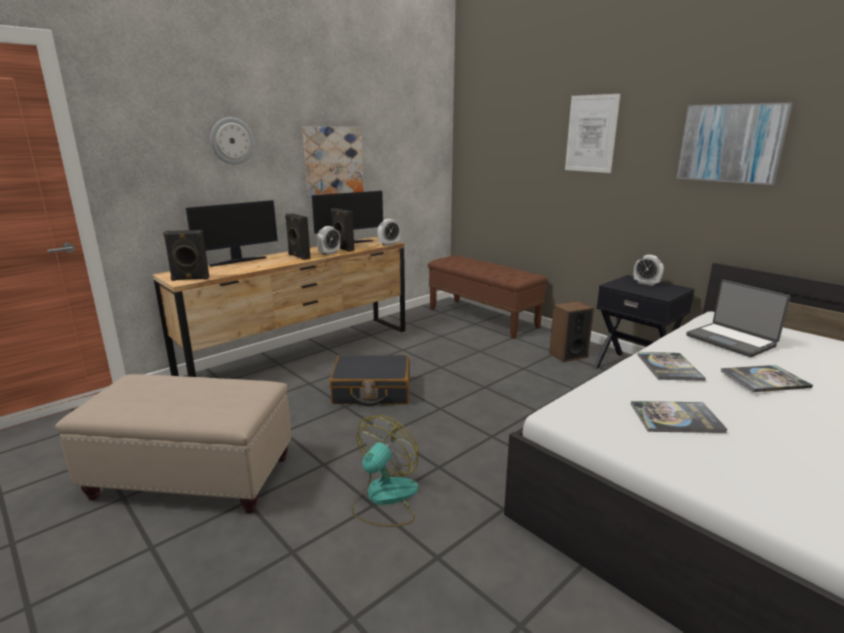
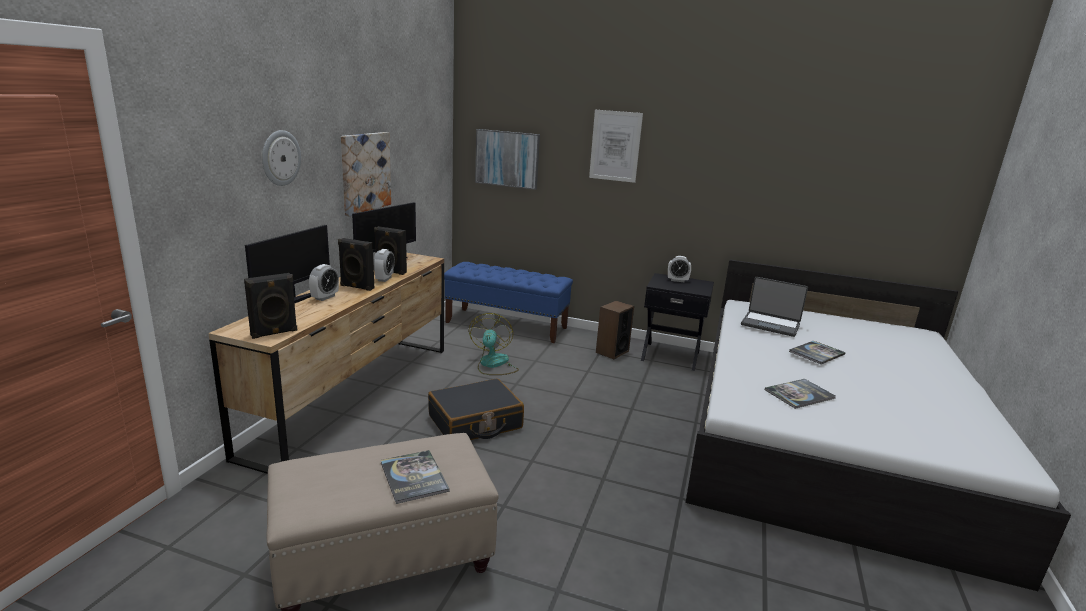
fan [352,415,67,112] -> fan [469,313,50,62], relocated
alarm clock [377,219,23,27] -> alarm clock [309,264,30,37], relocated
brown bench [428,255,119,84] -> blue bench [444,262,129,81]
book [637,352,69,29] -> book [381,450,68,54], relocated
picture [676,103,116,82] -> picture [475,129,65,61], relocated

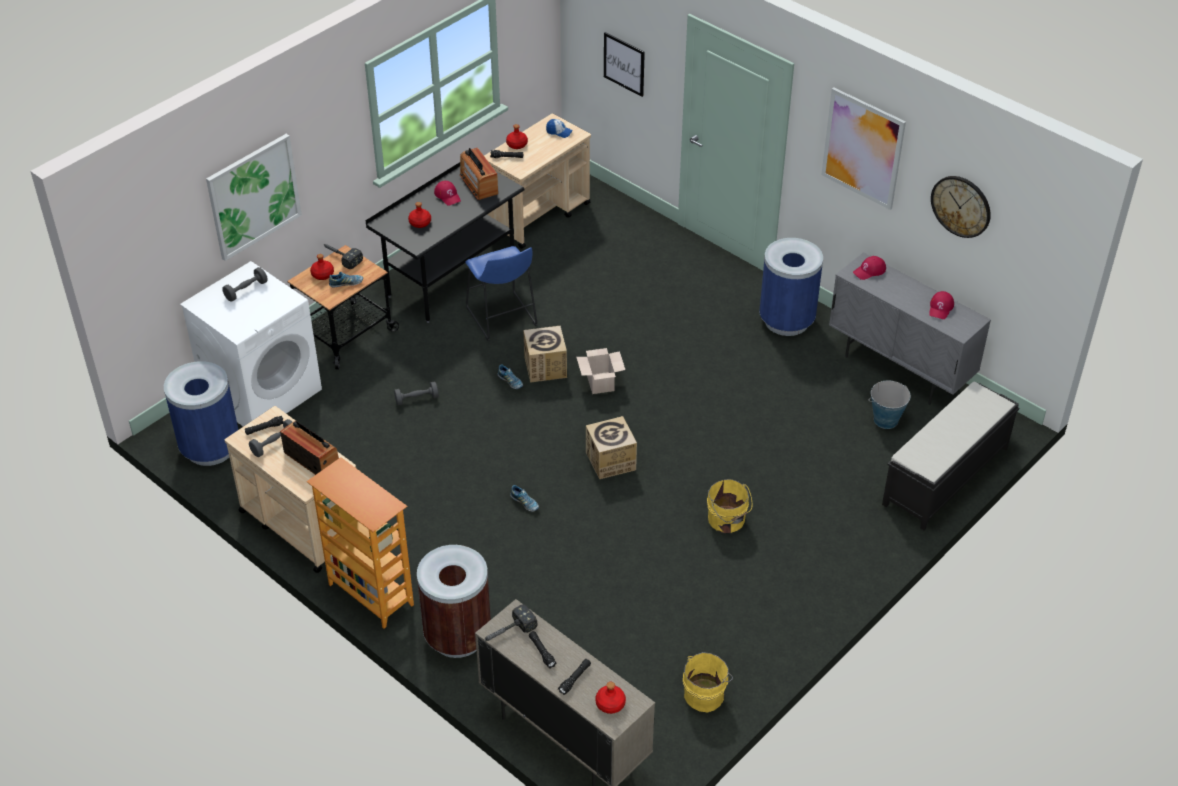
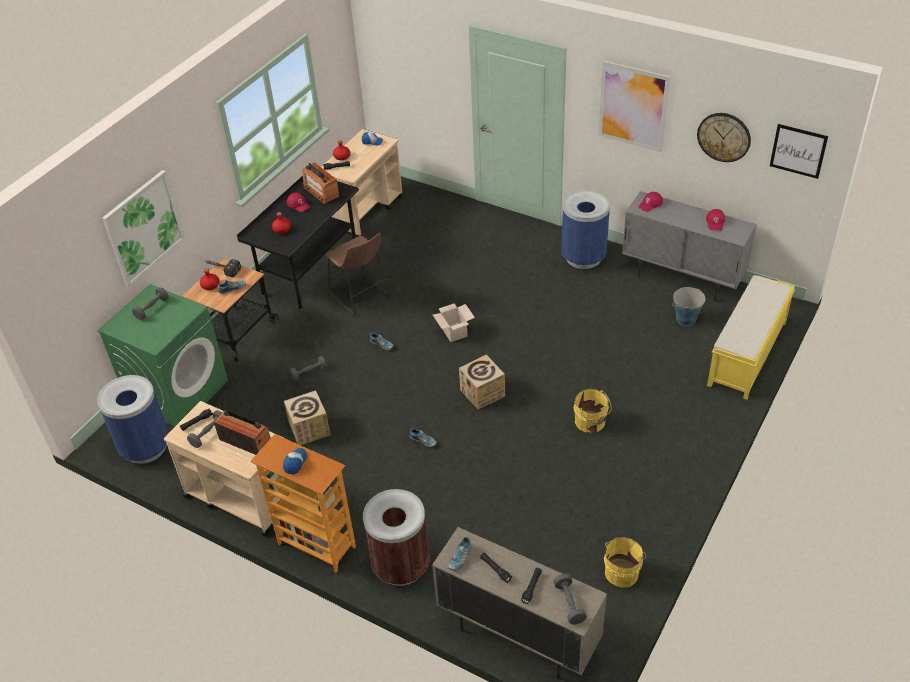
white washing machine [180,261,142,165] -> green washing machine [97,284,131,142]
blue stool [465,246,73,95] -> brown stool [325,233,65,83]
hammer [483,605,54,37] -> shoe [448,537,24,34]
cardboard box [523,326,44,57] -> cardboard box [284,390,46,55], relocated
red bottle [595,682,31,32] -> grey dumbbell [553,574,34,51]
picture [604,32,41,65] -> picture [770,124,58,55], relocated
black bench [882,382,137,149] -> yellow bench [707,275,88,125]
none -> cap [283,448,24,27]

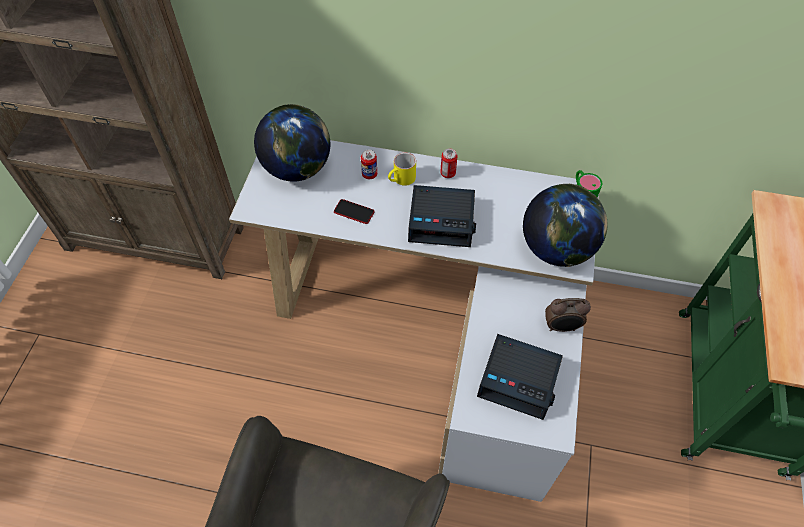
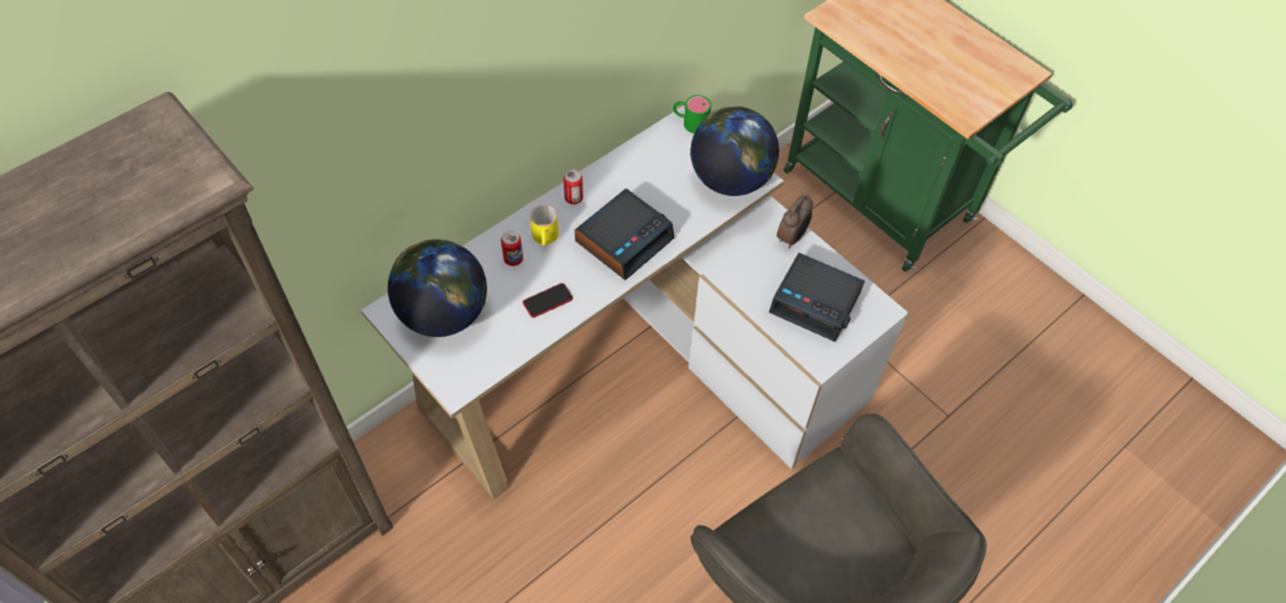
alarm clock [477,334,86,86] -> alarm clock [769,253,96,89], 60 degrees clockwise

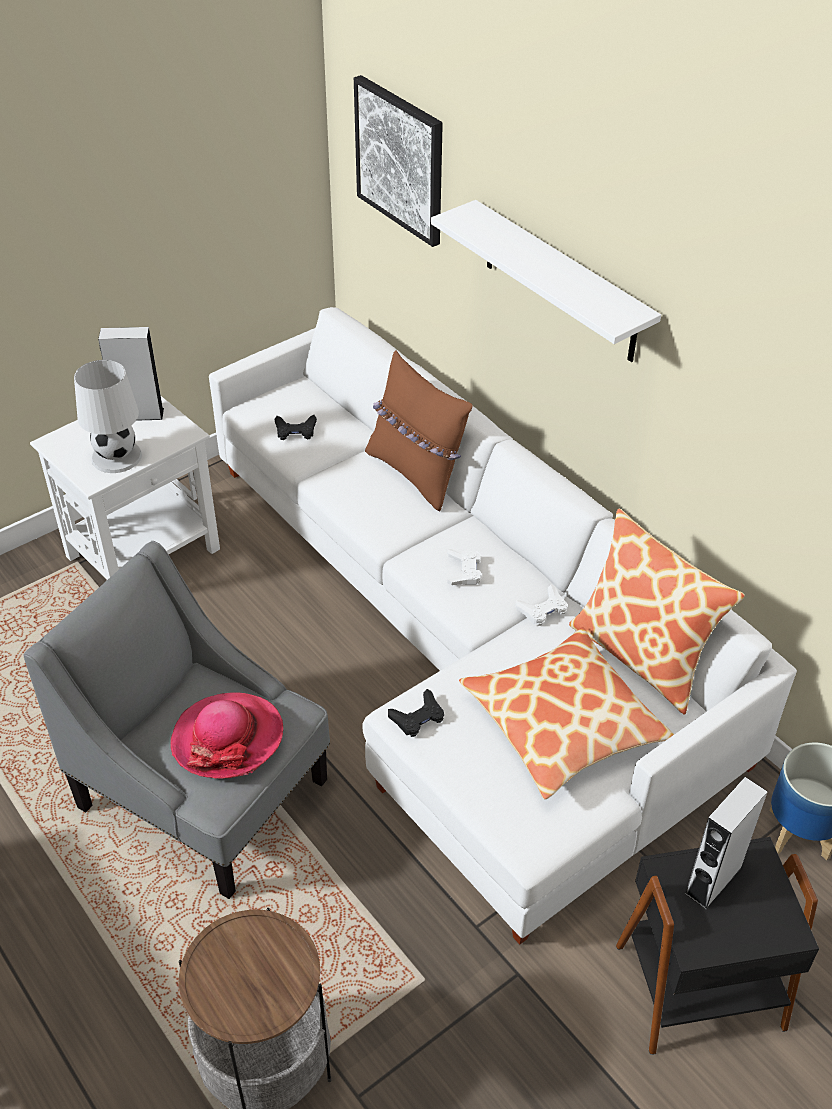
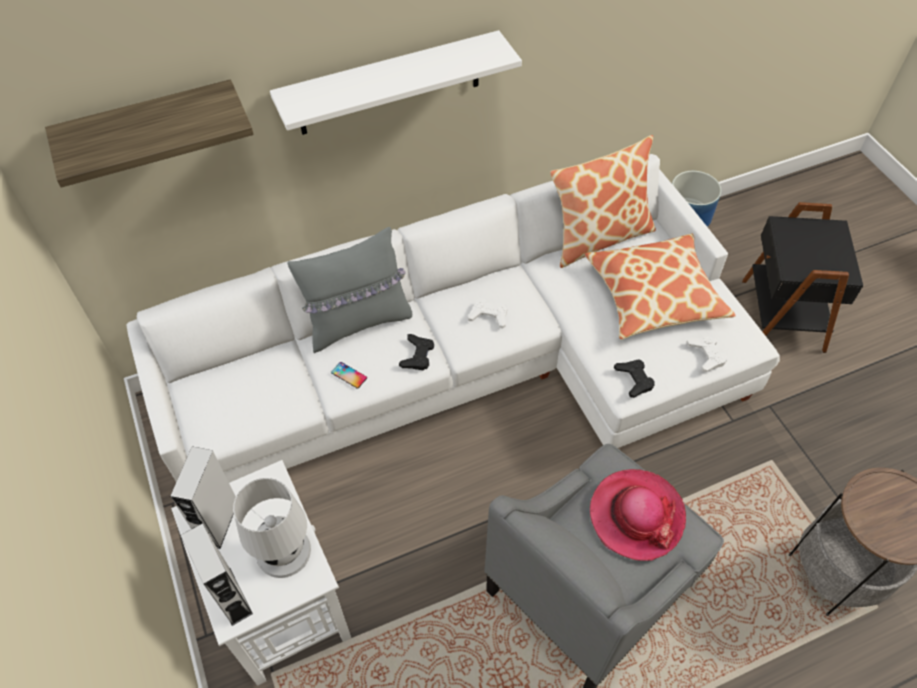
black game controller [275,415,42,25] -> black game controller [399,334,35,36], relocated
picture [354,75,89,172] -> shelf [45,79,209,109]
brown pillow [365,350,108,161] -> grey pillow [288,227,124,126]
white game controller [516,584,52,42] -> white game controller [686,336,41,36], relocated
grey speaker [685,777,83,133] -> grey speaker [181,523,72,103], relocated
none -> phone [331,362,36,27]

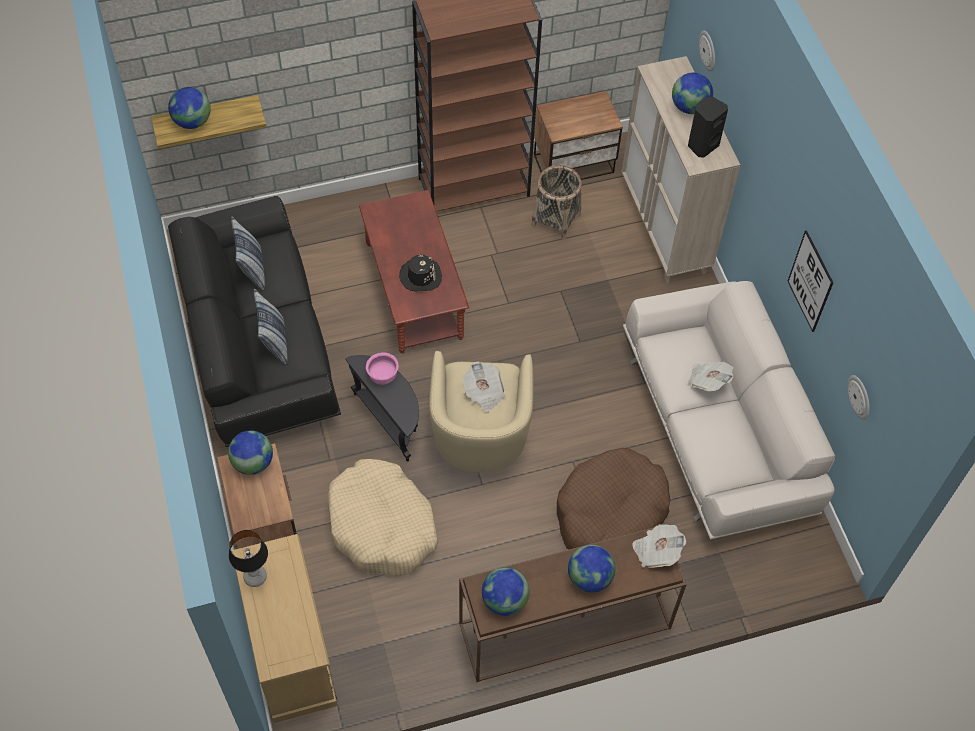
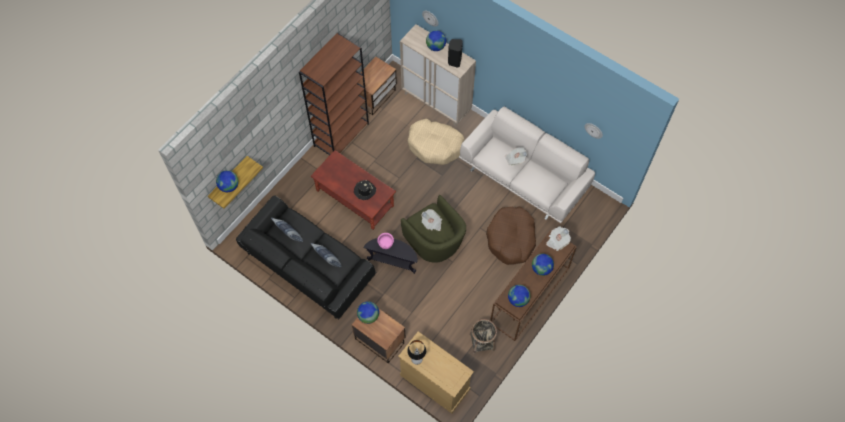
beige dog bed [328,459,110,117] -> beige dog bed [408,119,56,46], relocated
beige armchair [429,351,105,121] -> green armchair [401,195,65,68]
basket [531,165,50,74] -> basket [470,319,27,35], relocated
picture [787,230,46,102] -> none

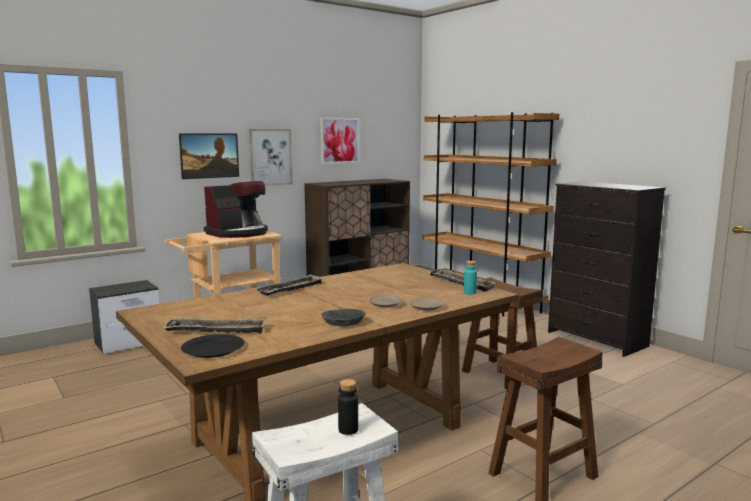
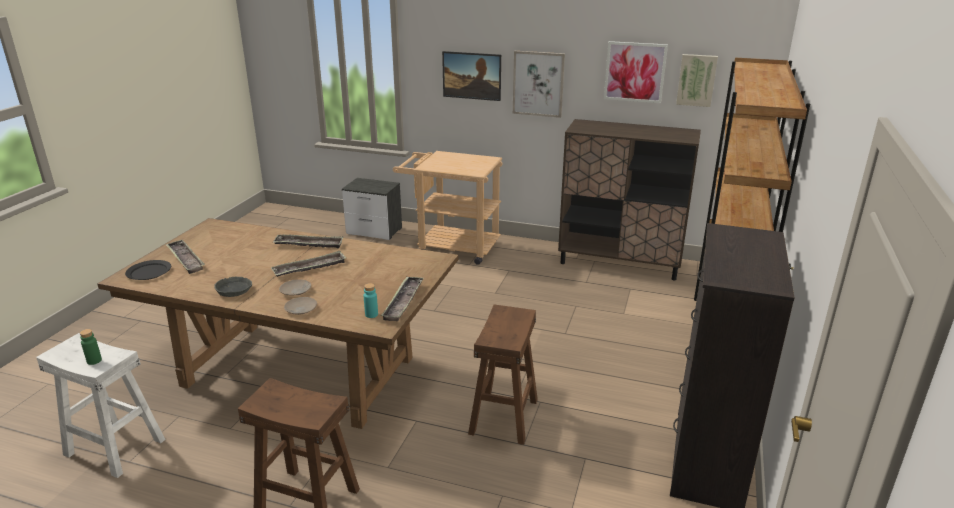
coffee machine [204,181,64,57] -> none
black bottle [338,379,20,56] -> green bottle [80,329,22,36]
none -> tray [271,251,75,26]
none -> picture [676,54,42,53]

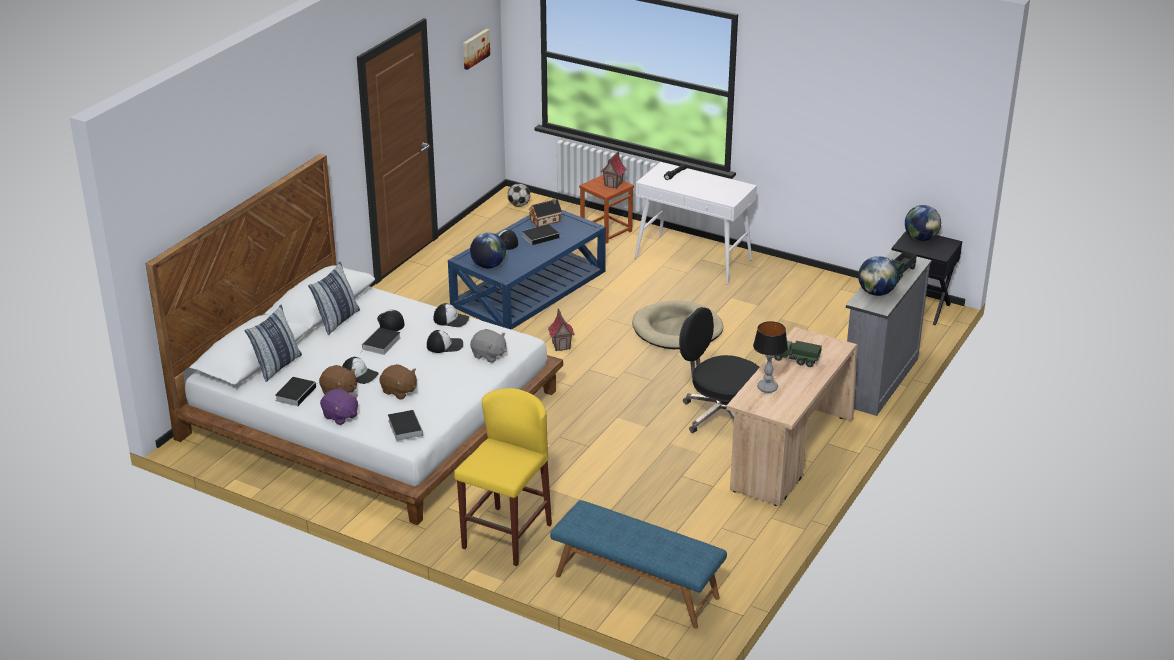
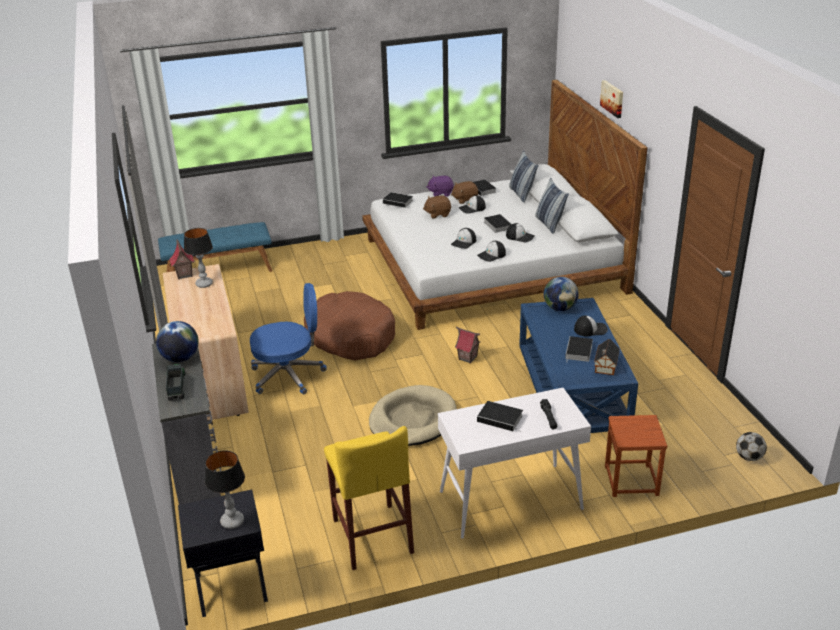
yellow stool [454,388,98,178] -> yellow stool [324,426,90,144], relocated
picture [463,29,27,41] -> picture [600,80,23,38], relocated
grey plush toy [470,329,37,34] -> none
toy house [601,150,26,39] -> toy house [169,240,25,39], relocated
black office chair [679,307,81,126] -> blue office chair [250,283,76,111]
toy truck [774,341,48,26] -> none
globe [905,205,36,36] -> table lamp [205,450,40,79]
none -> brown dog bed [304,291,91,70]
none -> book [477,401,46,31]

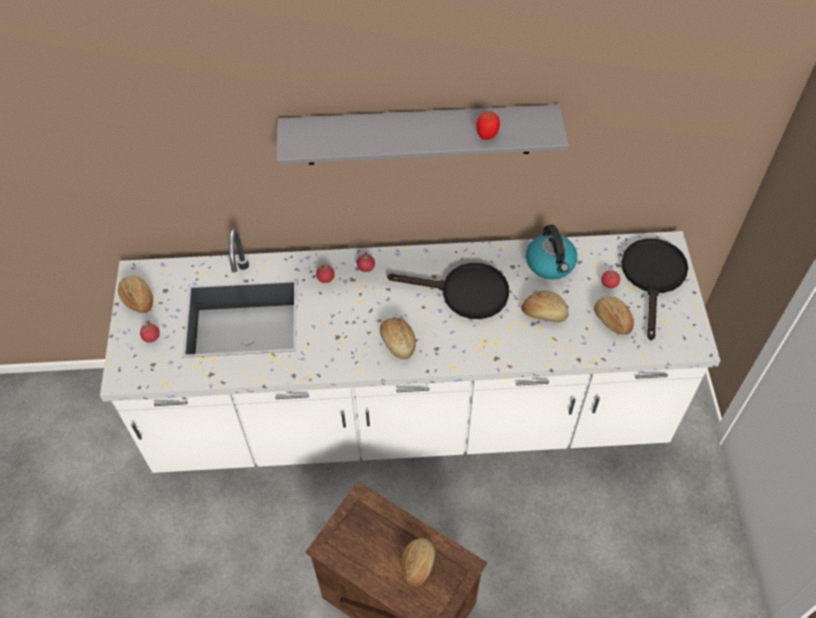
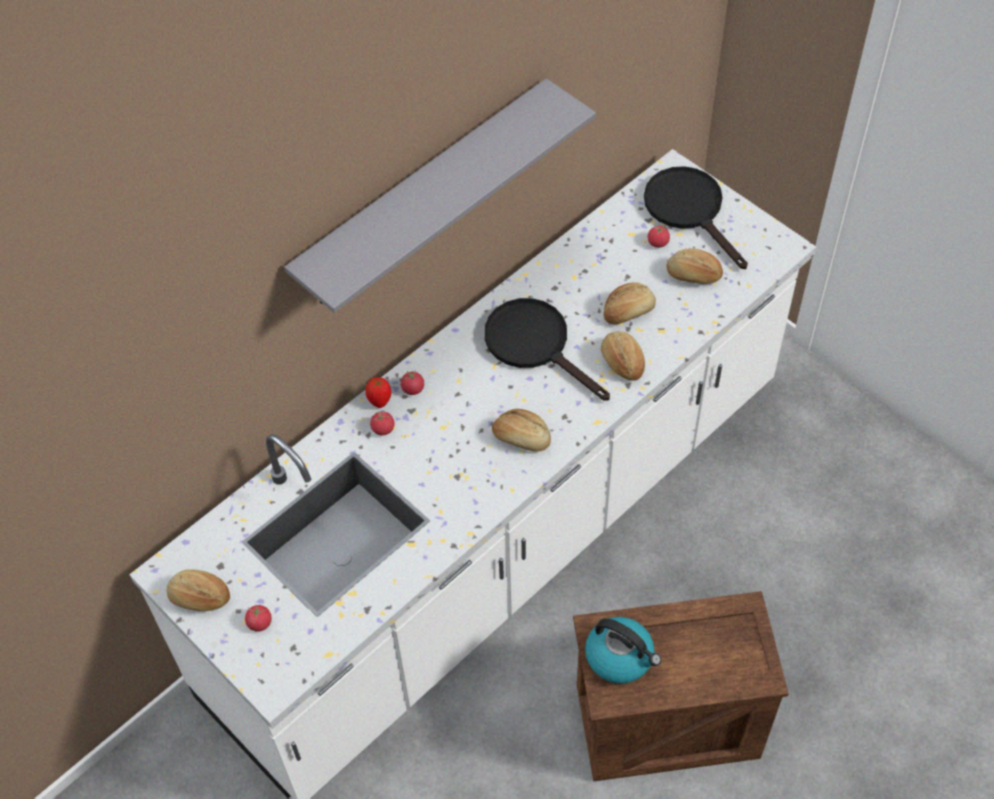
black frying pan [387,263,122,56] -> black frying pan [484,298,126,103], 105 degrees counterclockwise
bread [401,538,34,49] -> bread [601,331,44,50], relocated
tomato [476,111,24,29] -> tomato [365,377,26,31], relocated
kettle [526,225,51,55] -> kettle [585,617,76,67], relocated

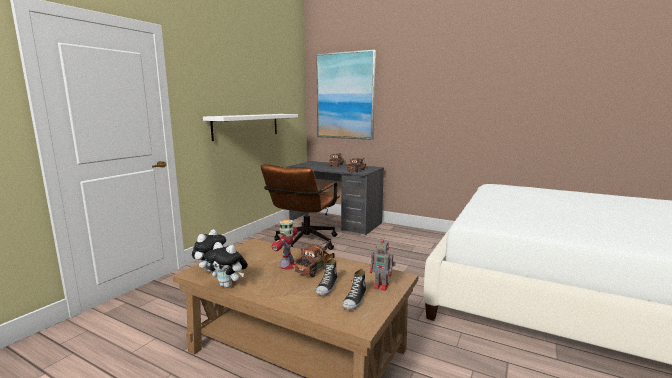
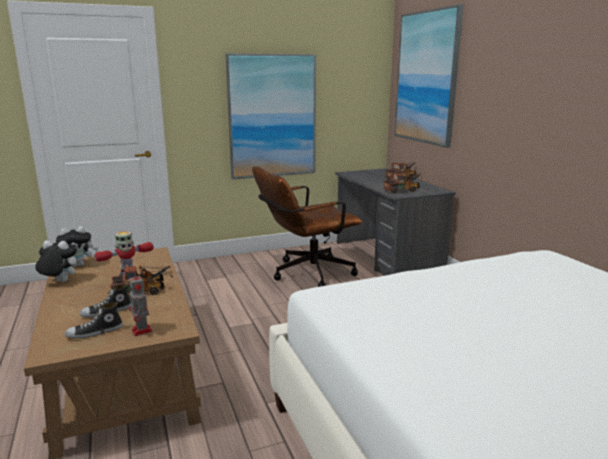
white shelf [203,114,95,27] -> picture [226,53,90,126]
plush toy [205,242,43,46] -> plush toy [35,241,42,41], 120 degrees clockwise

